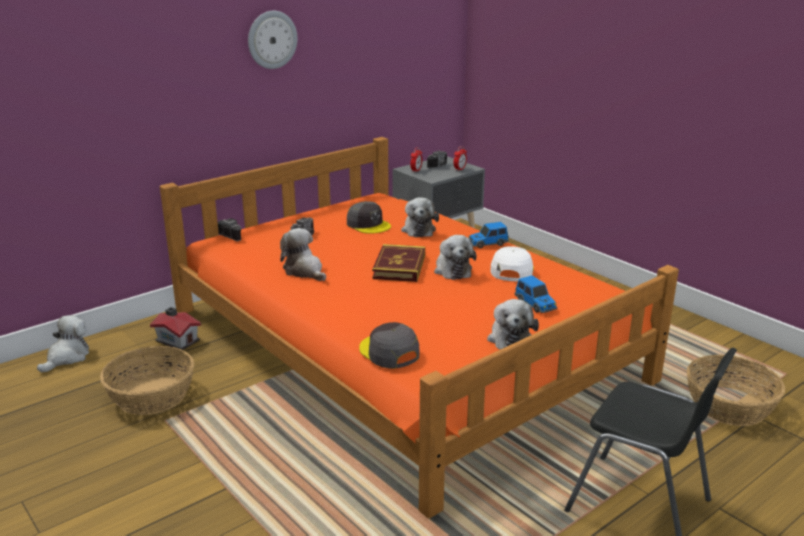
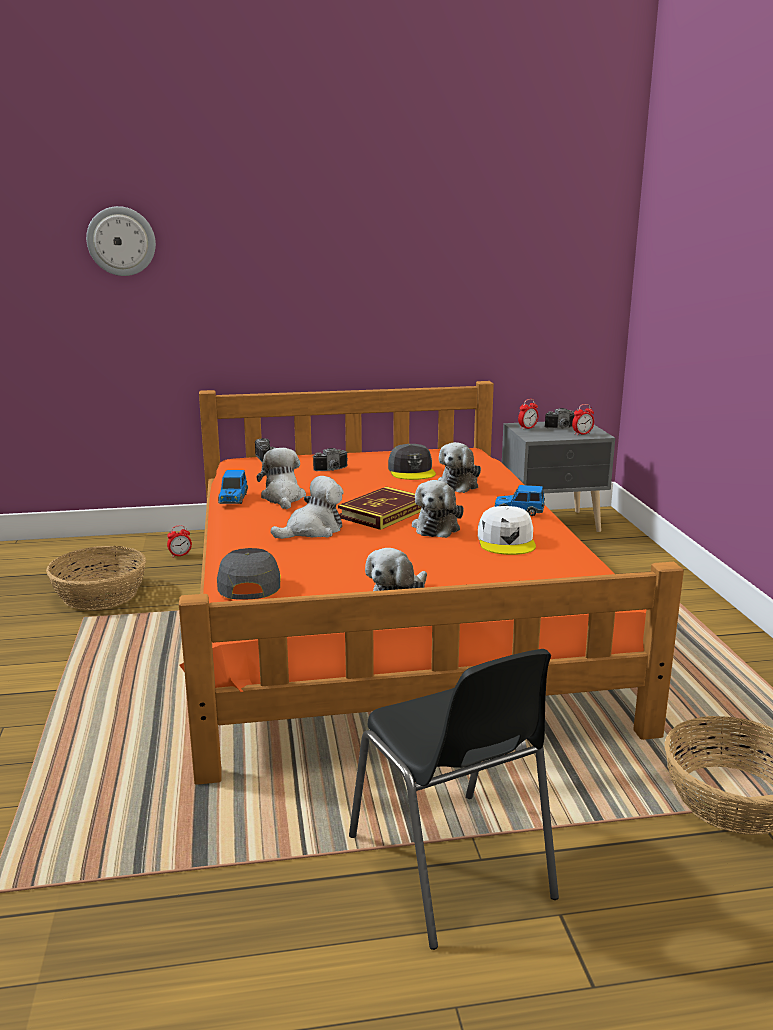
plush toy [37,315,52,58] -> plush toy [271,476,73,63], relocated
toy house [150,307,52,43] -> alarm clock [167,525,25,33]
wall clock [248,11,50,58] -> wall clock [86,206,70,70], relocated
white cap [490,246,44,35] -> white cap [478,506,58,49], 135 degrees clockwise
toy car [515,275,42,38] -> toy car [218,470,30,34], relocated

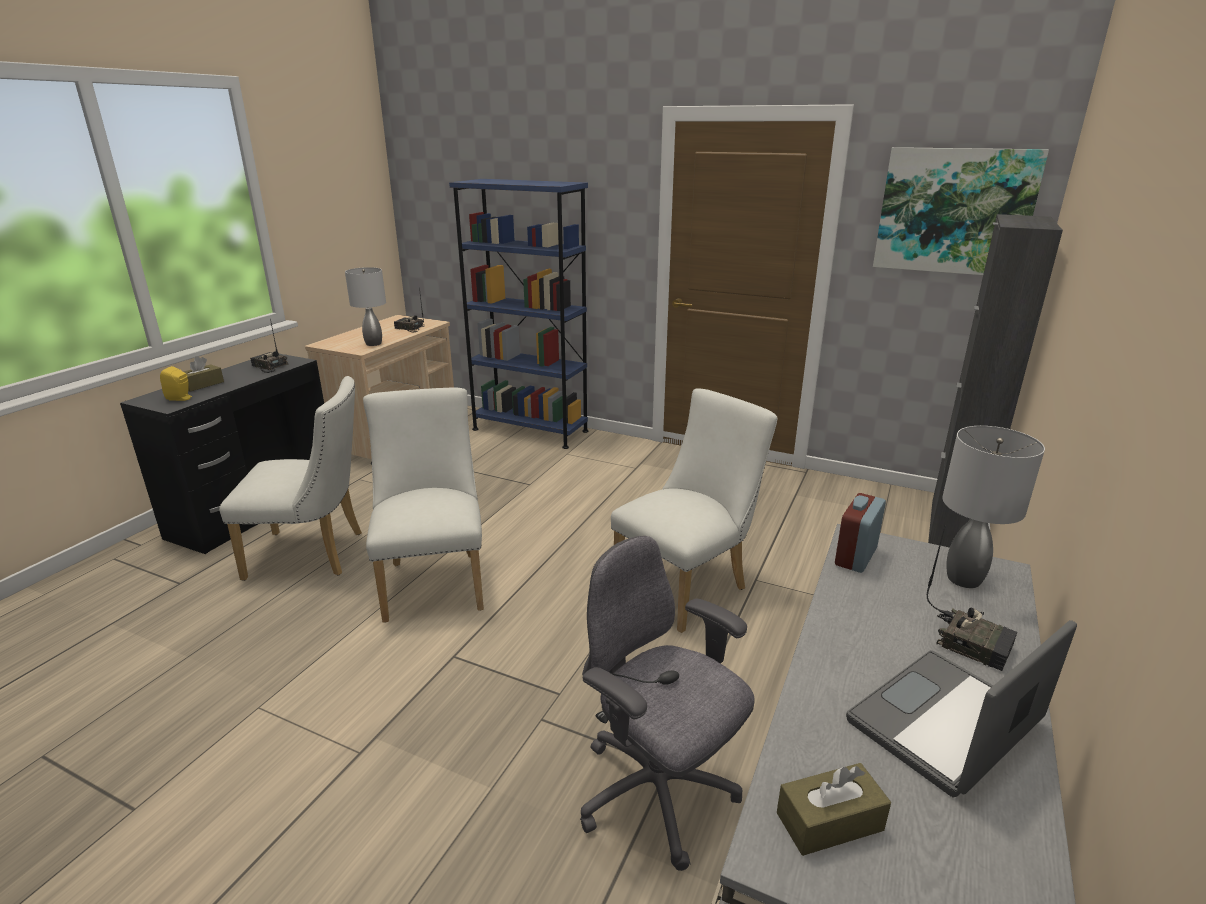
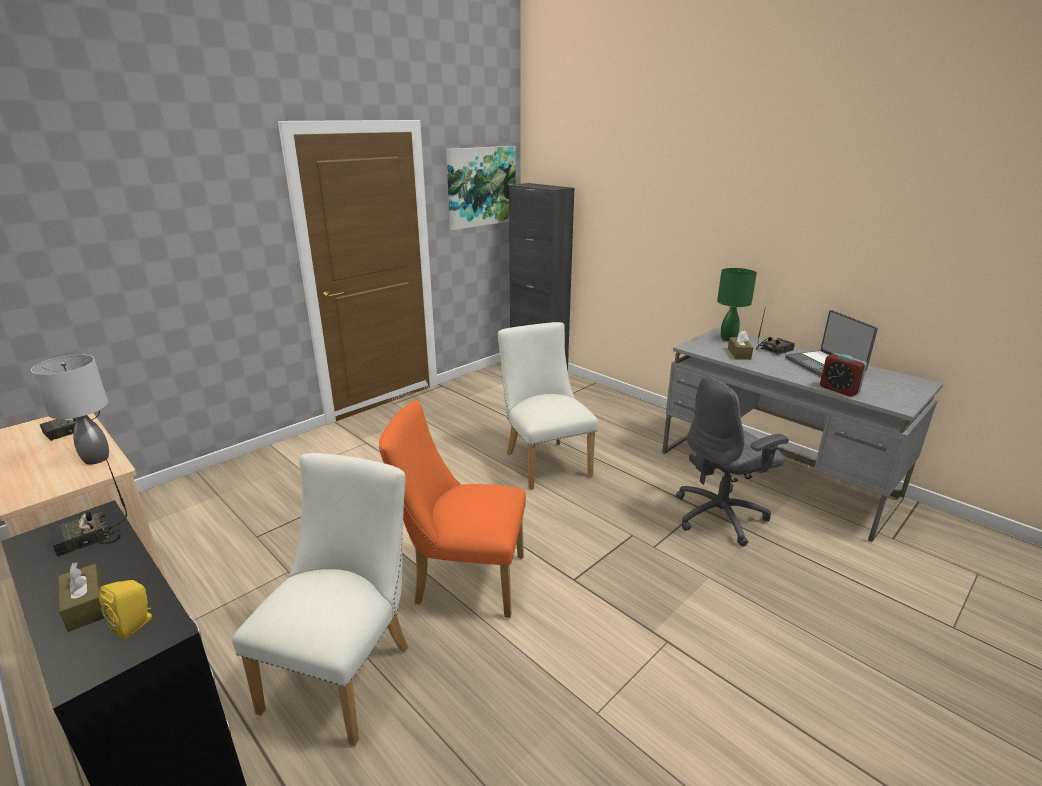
white chair [363,387,121,236] -> orange chair [379,400,147,218]
blue bookcase [449,179,140,270] -> none
brown tissue box [777,763,114,93] -> brown tissue box [728,331,25,29], relocated
alarm clock [835,493,51,80] -> alarm clock [820,353,47,44], relocated
grey table lamp [942,426,103,162] -> green table lamp [717,268,40,73]

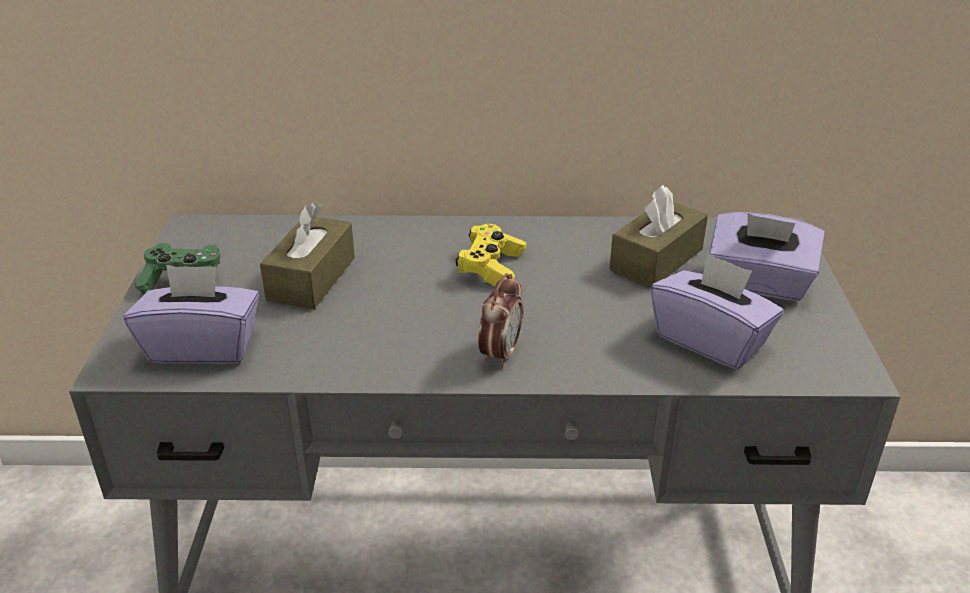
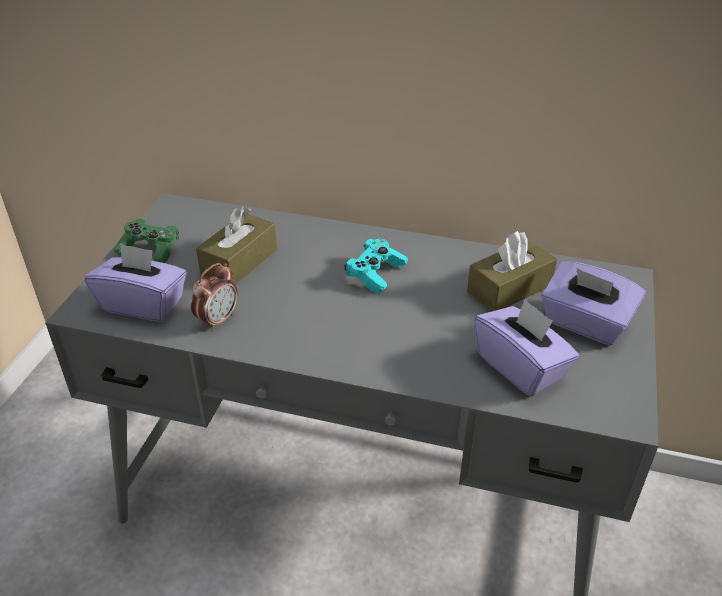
yellow game controller [455,224,71,62] -> turquoise game controller [344,239,64,55]
alarm clock [478,273,45,95] -> alarm clock [191,263,47,68], relocated

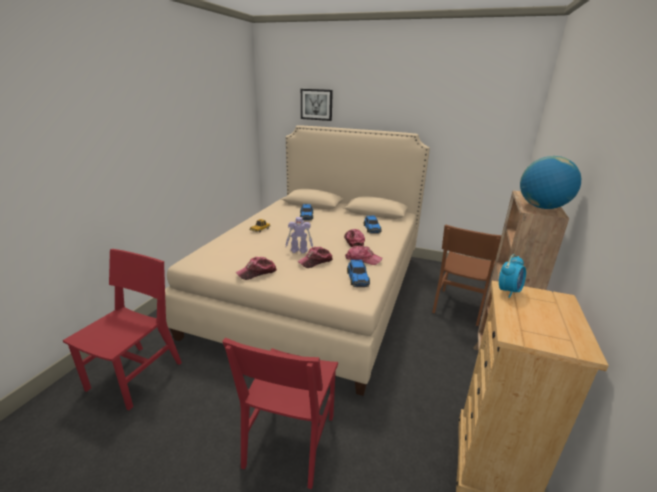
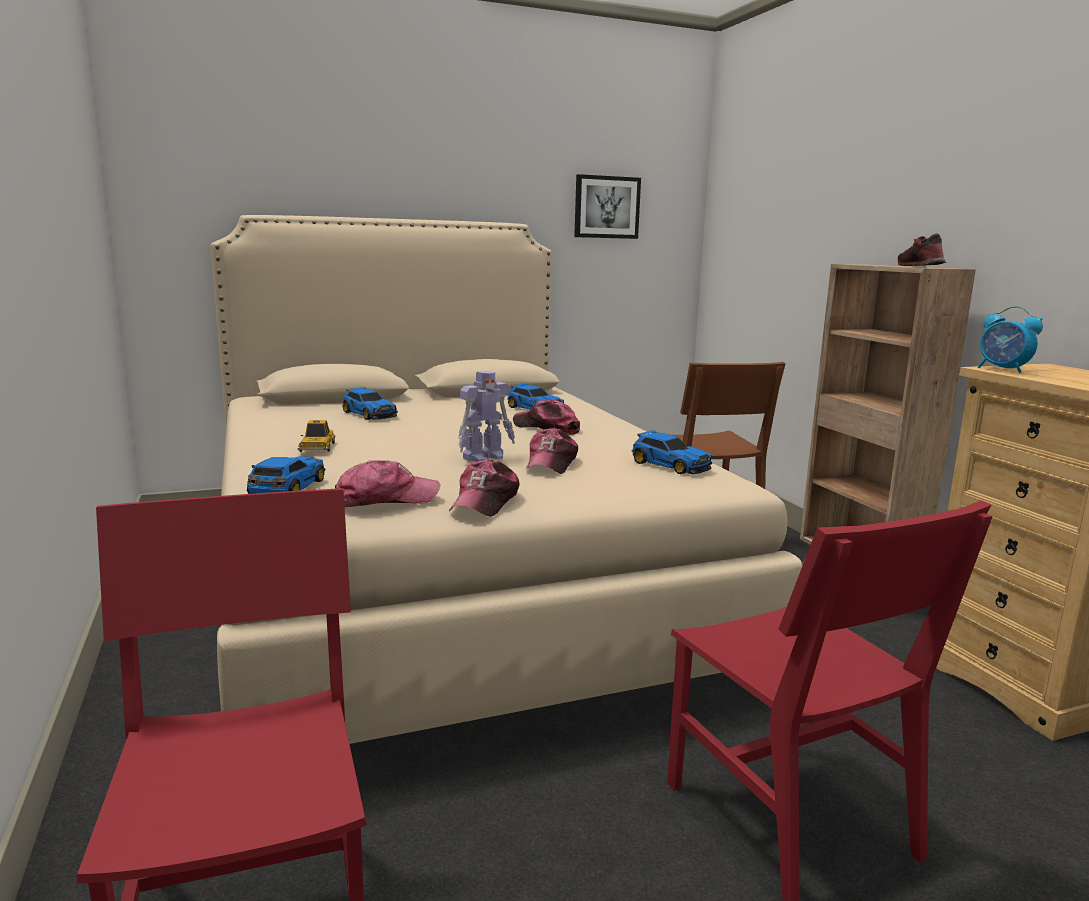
picture [301,89,32,32] -> picture [574,174,67,65], relocated
cap [345,246,38,19] -> cap [335,460,105,47], relocated
alarm clock [499,254,27,44] -> alarm clock [978,306,65,67], 135 degrees clockwise
globe [520,156,61,53] -> shoe [898,234,48,32]
none -> toy car [247,456,78,38]

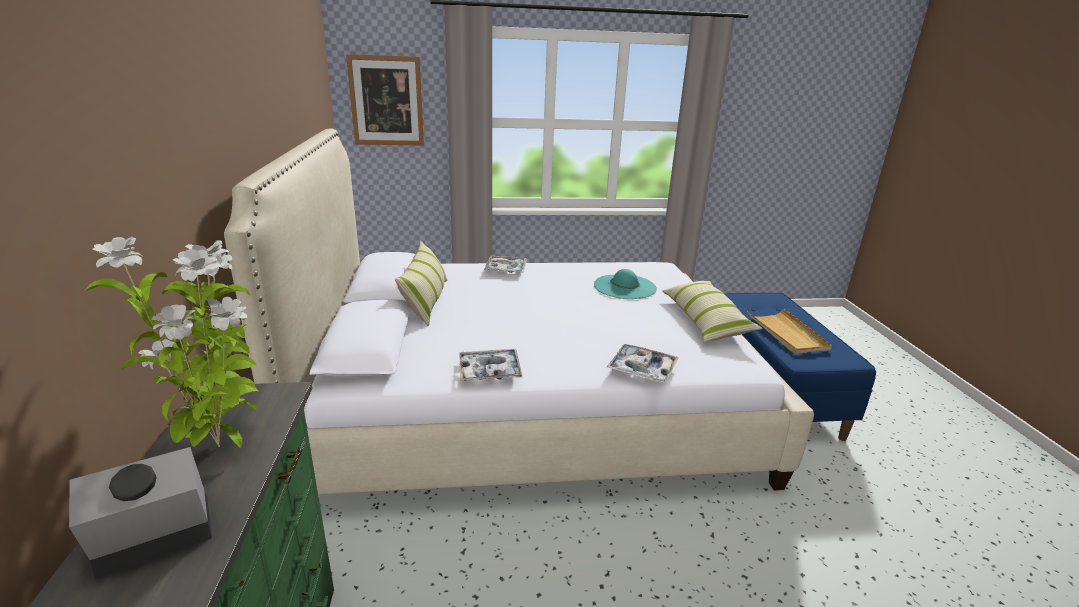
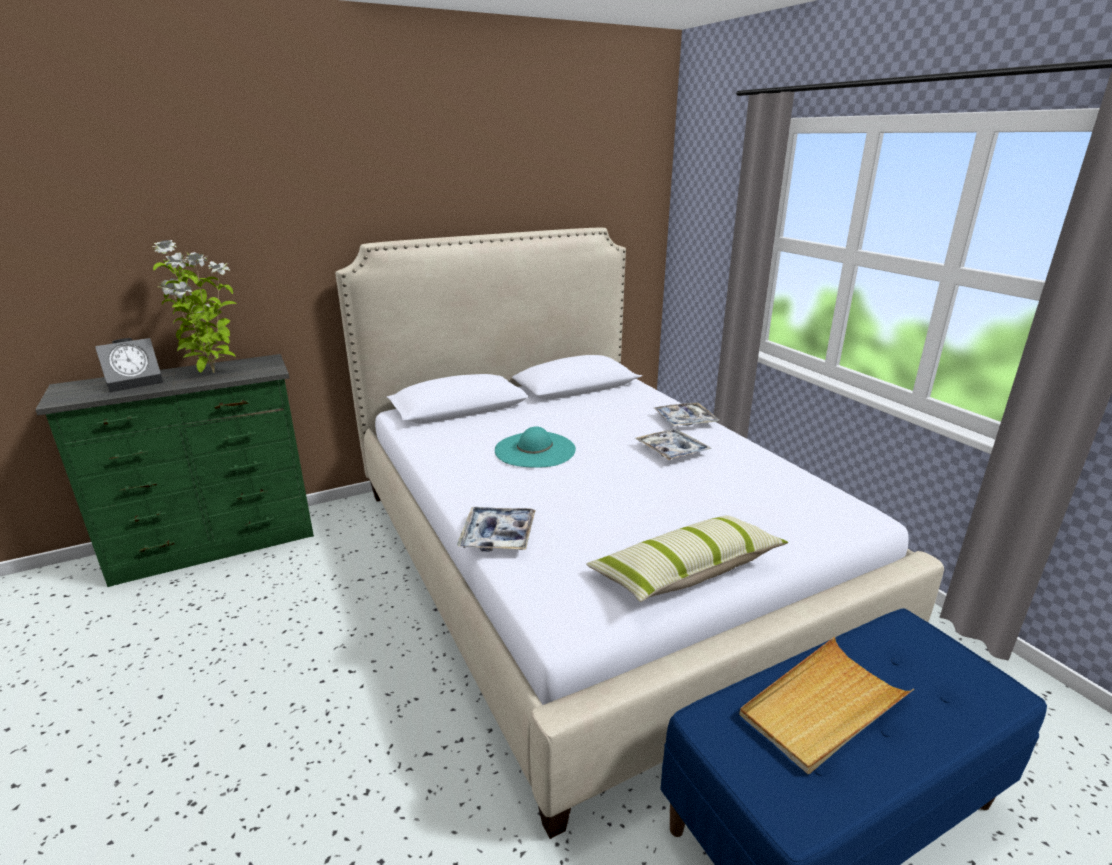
alarm clock [69,447,143,132] -> alarm clock [95,338,68,54], 105 degrees clockwise
picture [346,54,78,92] -> none
pillow [395,240,52,86] -> none
tray [459,349,63,32] -> tray [635,429,77,31], relocated
turquoise hat [594,269,63,30] -> turquoise hat [495,426,81,42], relocated

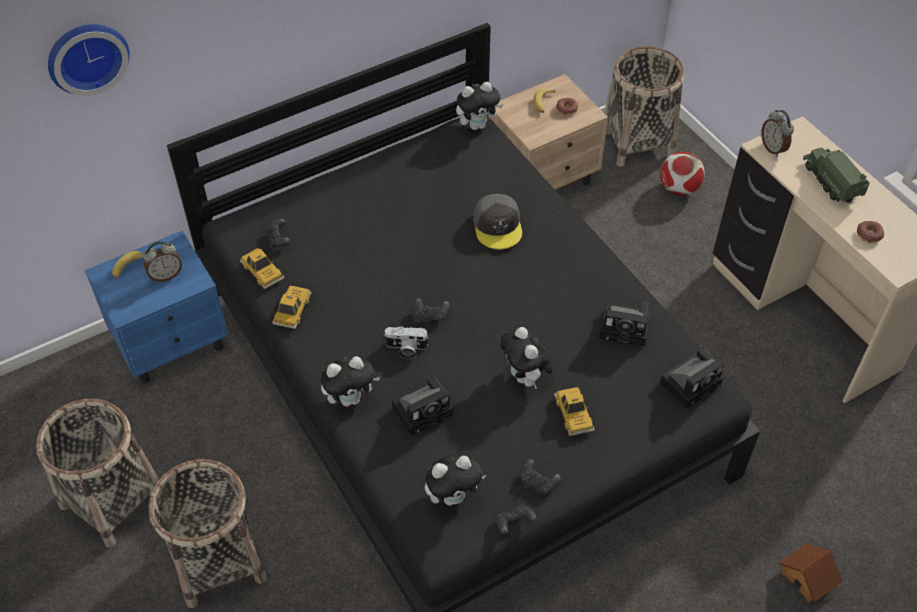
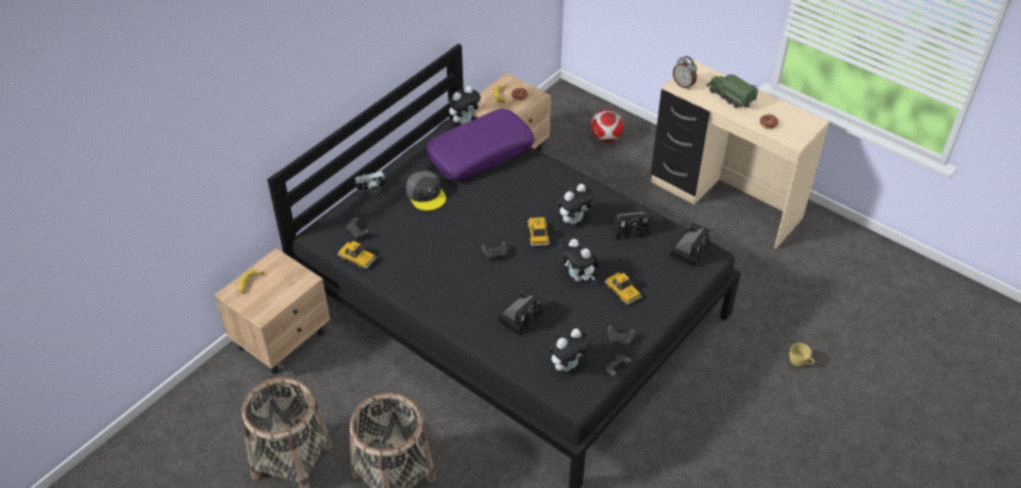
wall clock [48,24,82,72] -> none
blue nightstand [85,231,144,153] -> beige nightstand [215,248,115,127]
alarm clock [143,241,39,41] -> none
toy car [272,285,40,44] -> toy car [528,217,21,29], relocated
plush toy [321,356,60,51] -> plush toy [557,184,37,40], relocated
photo camera [383,326,46,33] -> photo camera [355,171,31,24], relocated
grey cap [473,194,49,55] -> grey cap [406,171,40,40], relocated
basket [604,46,81,121] -> none
toy house [779,543,64,60] -> yellow cup [789,343,26,24]
none -> purple pillow [425,109,110,71]

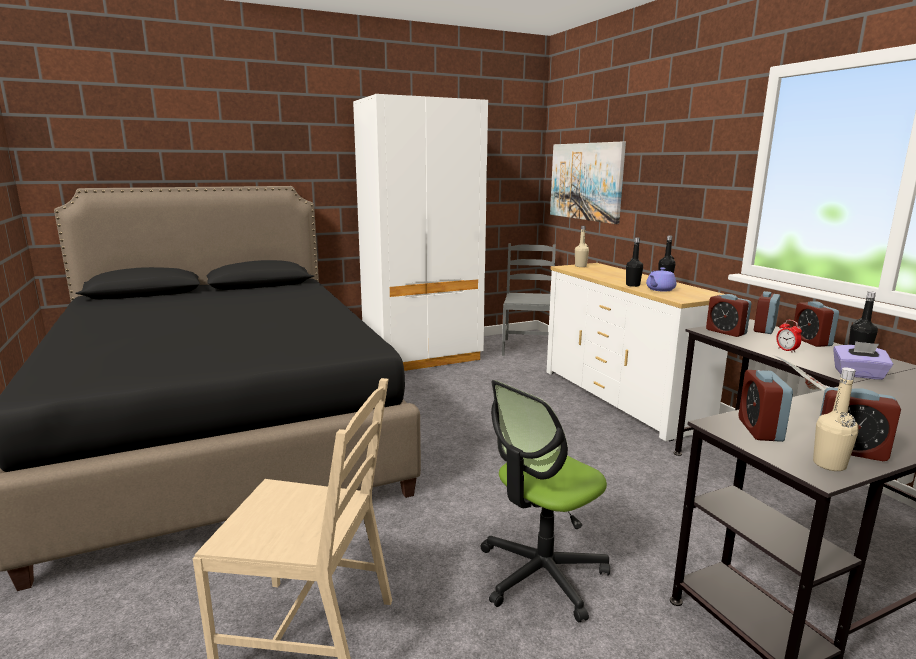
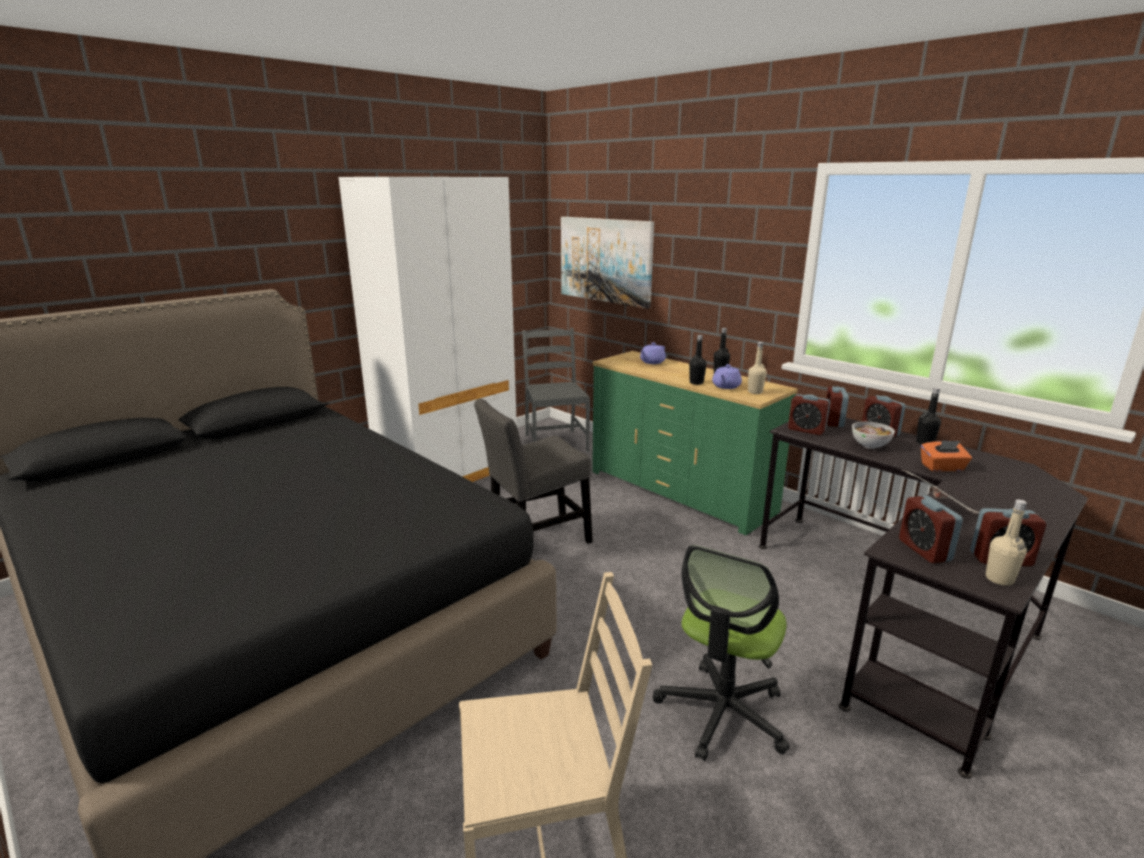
white dresser [547,263,181,178] -> green dresser [592,351,206,184]
beige bottle [575,226,14,41] -> beige bottle [748,342,19,52], relocated
alarm clock [776,320,26,33] -> bowl [852,422,43,27]
purple tissue box [833,341,60,39] -> orange tissue box [921,440,51,32]
none -> grey chair [474,399,119,145]
none -> purple teapot [640,342,26,22]

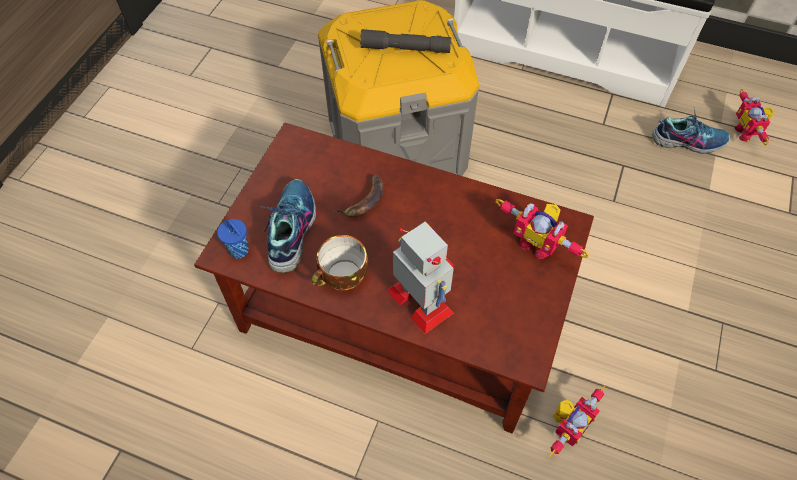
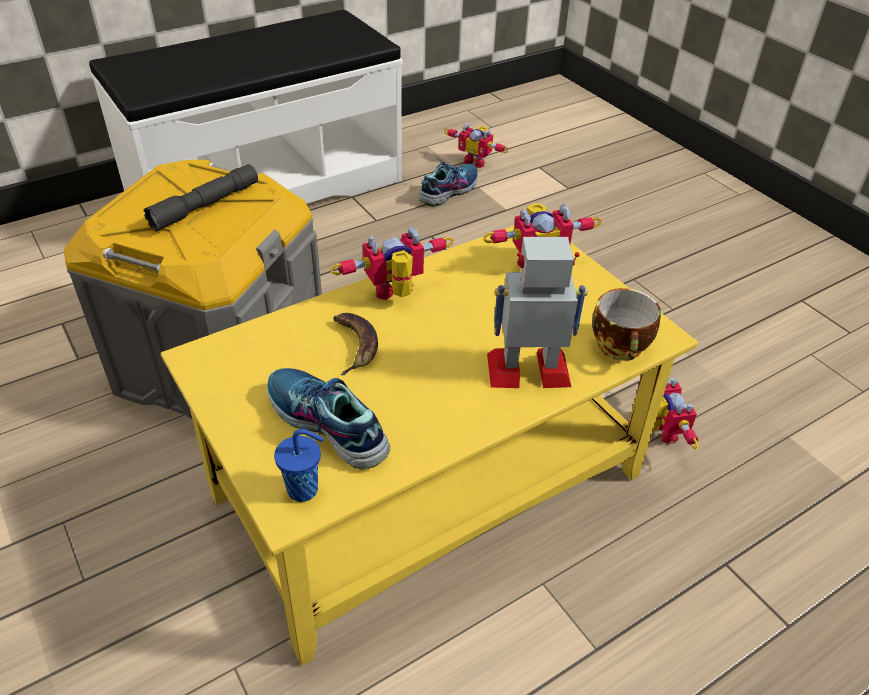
brown coffee table [194,122,400,311] -> yellow coffee table [161,225,537,441]
cup [311,235,57,56] -> cup [592,288,69,73], relocated
none -> toy robot [330,227,123,73]

